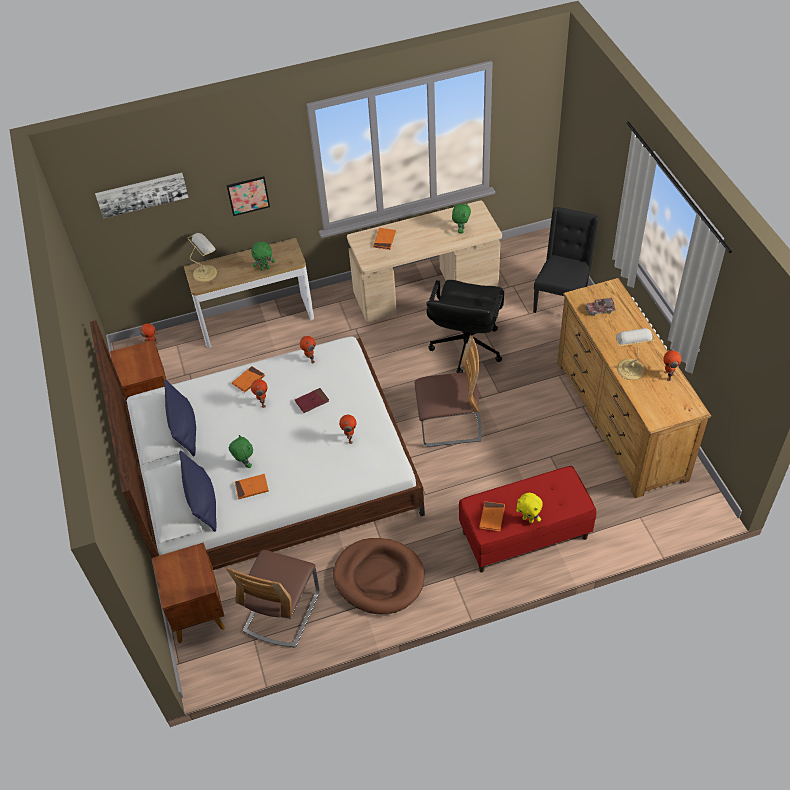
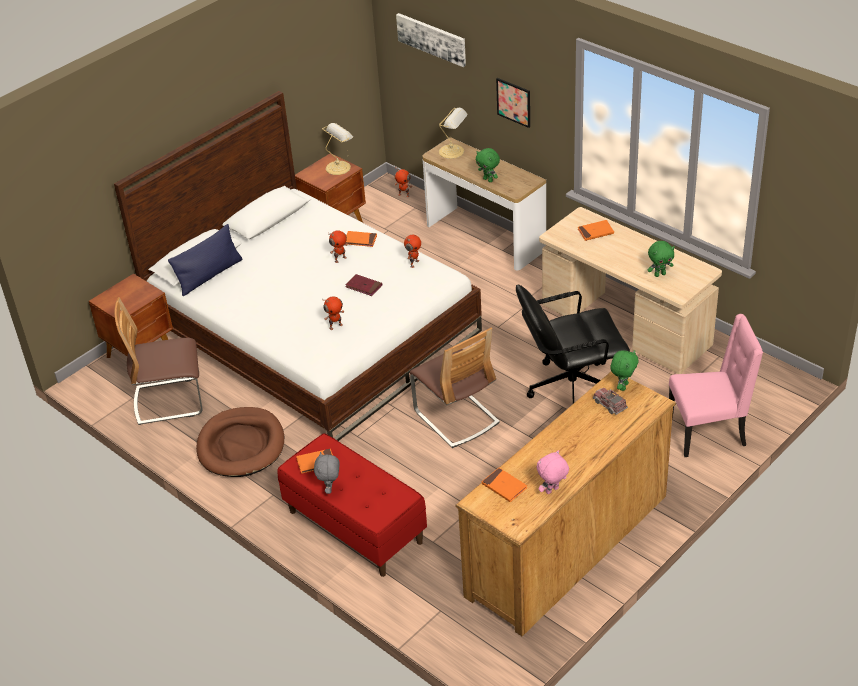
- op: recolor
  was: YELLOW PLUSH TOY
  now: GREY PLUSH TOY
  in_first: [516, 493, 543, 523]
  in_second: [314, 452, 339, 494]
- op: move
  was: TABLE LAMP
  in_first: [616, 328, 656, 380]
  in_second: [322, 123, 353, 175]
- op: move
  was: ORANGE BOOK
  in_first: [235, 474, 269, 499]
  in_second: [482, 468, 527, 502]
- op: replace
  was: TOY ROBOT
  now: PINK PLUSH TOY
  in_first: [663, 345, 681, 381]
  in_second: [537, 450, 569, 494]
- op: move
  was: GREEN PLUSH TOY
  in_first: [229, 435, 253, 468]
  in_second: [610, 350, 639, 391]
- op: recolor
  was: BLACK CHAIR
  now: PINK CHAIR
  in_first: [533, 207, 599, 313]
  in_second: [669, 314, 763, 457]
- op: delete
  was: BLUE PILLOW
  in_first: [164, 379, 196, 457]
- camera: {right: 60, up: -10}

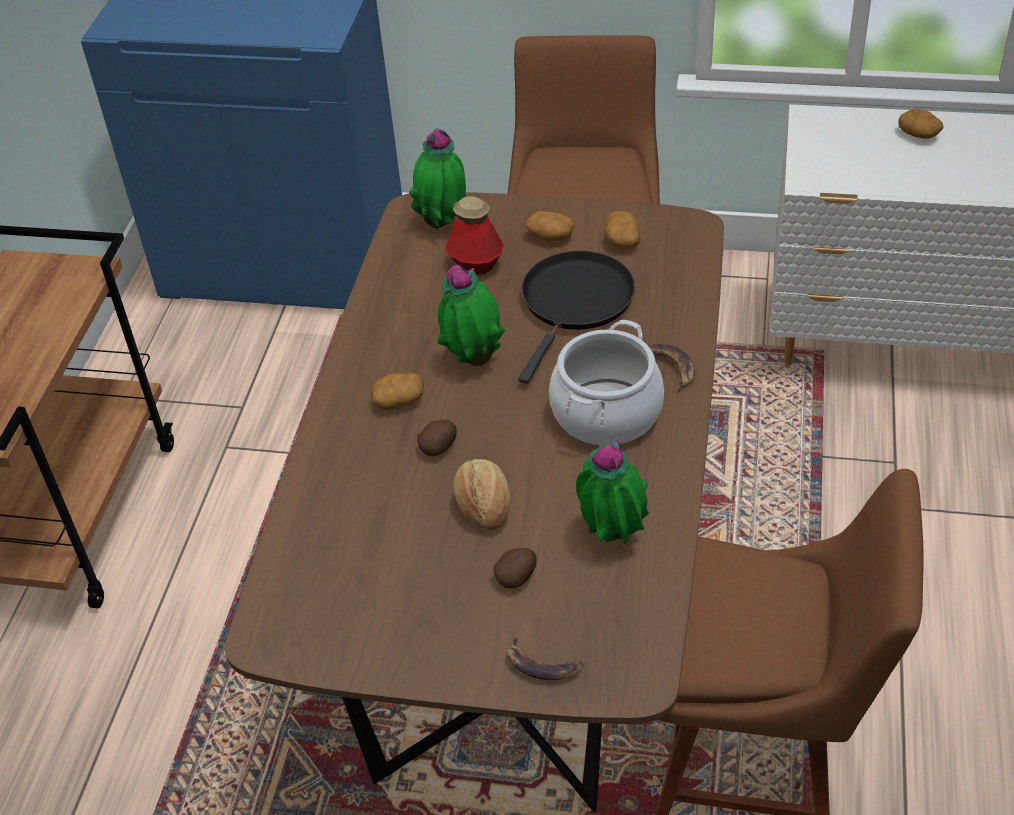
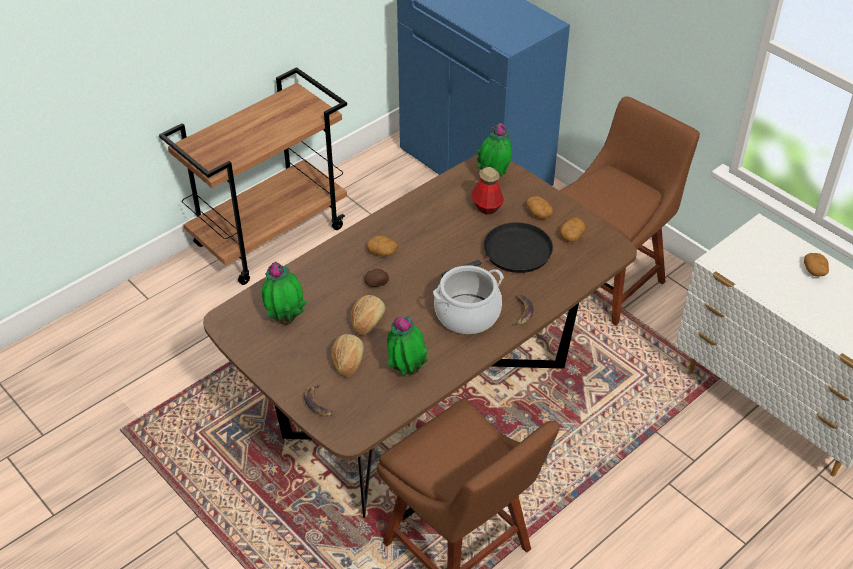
- op: move
  was: POTTED PLANT
  in_first: [437, 265, 505, 366]
  in_second: [262, 262, 307, 325]
- op: replace
  was: POTATO
  now: BREAD
  in_first: [493, 548, 537, 589]
  in_second: [331, 334, 364, 377]
- camera: {right: 35, up: 0}

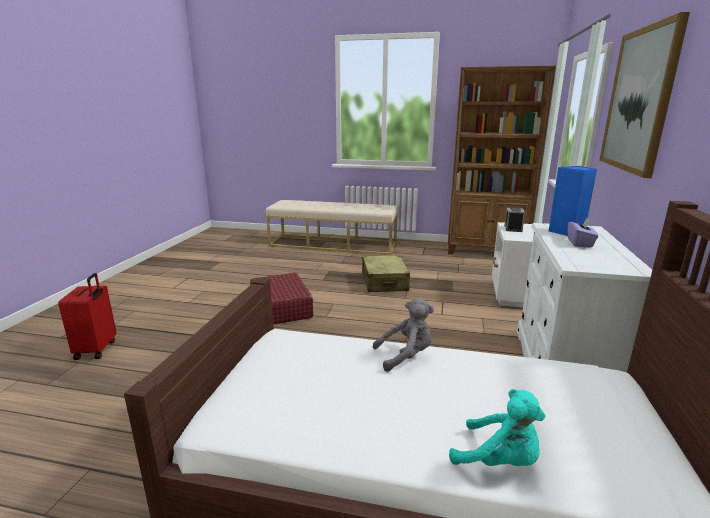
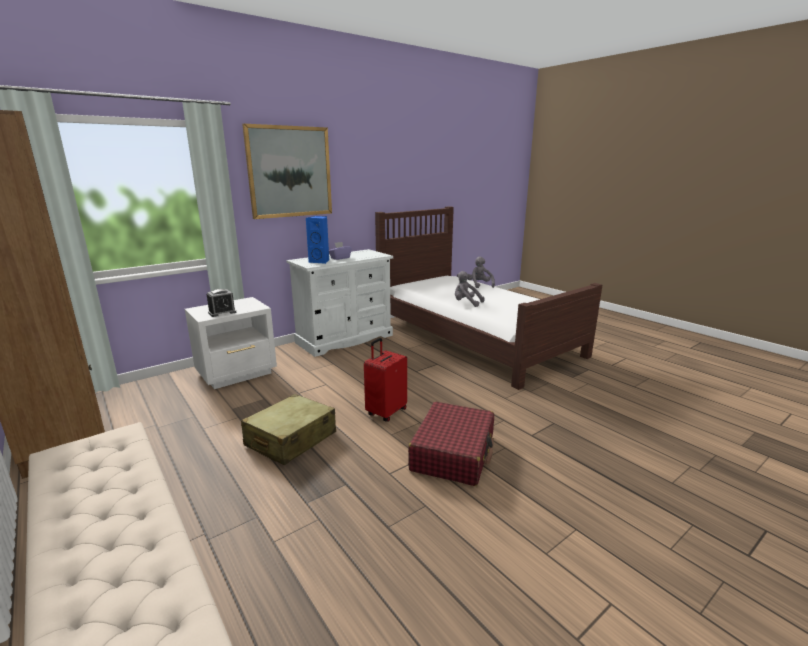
- op: move
  was: RED SUITCASE
  in_first: [58, 273, 116, 360]
  in_second: [364, 338, 407, 422]
- op: recolor
  was: TURQUOISE PLUSH TOY
  now: GREY PLUSH TOY
  in_first: [449, 389, 545, 466]
  in_second: [467, 256, 495, 288]
- camera: {right: -140, up: 0}

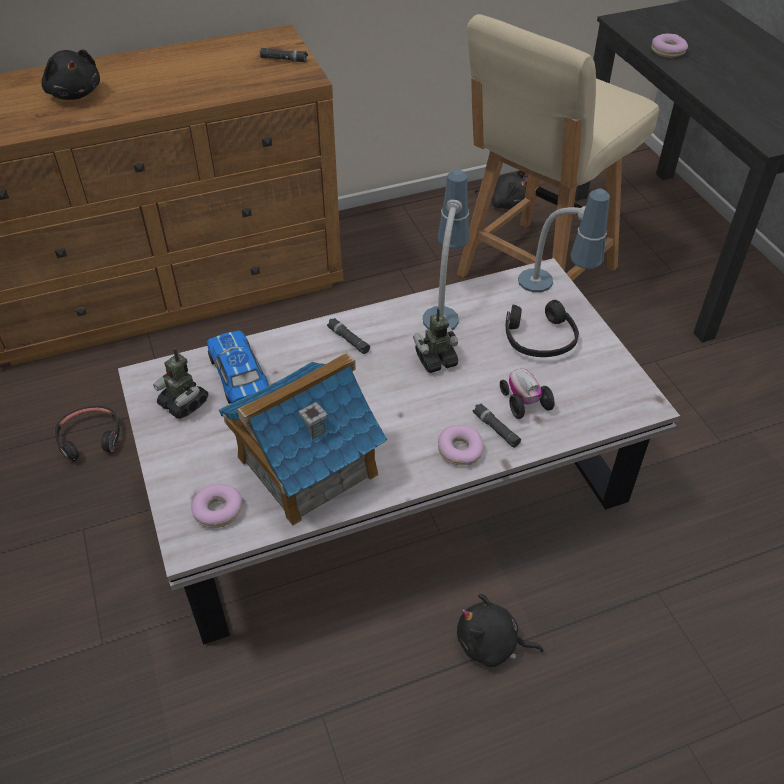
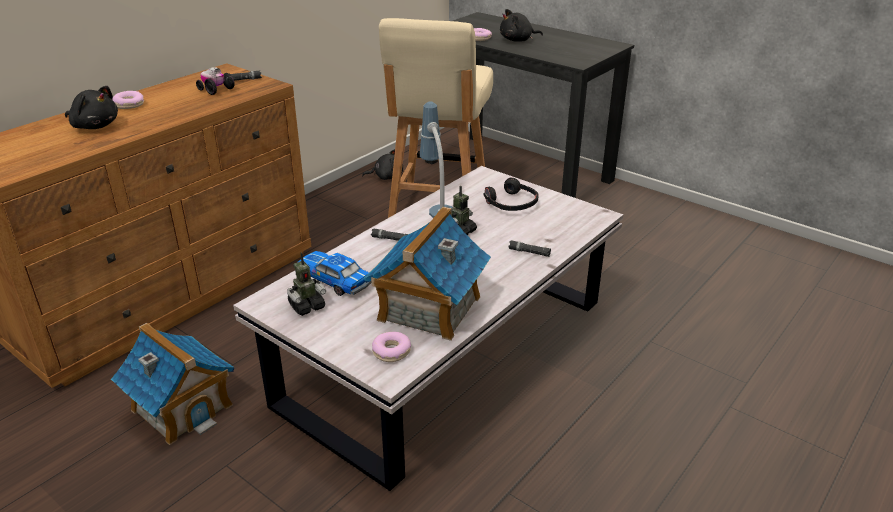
- op: replace
  was: BLACK HEADPHONES
  now: TOY HOUSE
  in_first: [55, 406, 120, 463]
  in_second: [111, 323, 235, 445]
- op: move
  was: DONUT
  in_first: [438, 425, 484, 465]
  in_second: [113, 91, 144, 109]
- op: move
  was: TOY CAR
  in_first: [500, 369, 555, 419]
  in_second: [196, 67, 235, 95]
- op: rotate
  was: TOY ROBOT
  in_first: [153, 348, 208, 419]
  in_second: [287, 252, 326, 316]
  clockwise: -45
- op: move
  was: BLACK PLUSH TOY
  in_first: [457, 594, 544, 667]
  in_second: [500, 9, 543, 42]
- op: delete
  was: TABLE LAMP
  in_first: [518, 189, 610, 292]
- camera: {right: -30, up: -15}

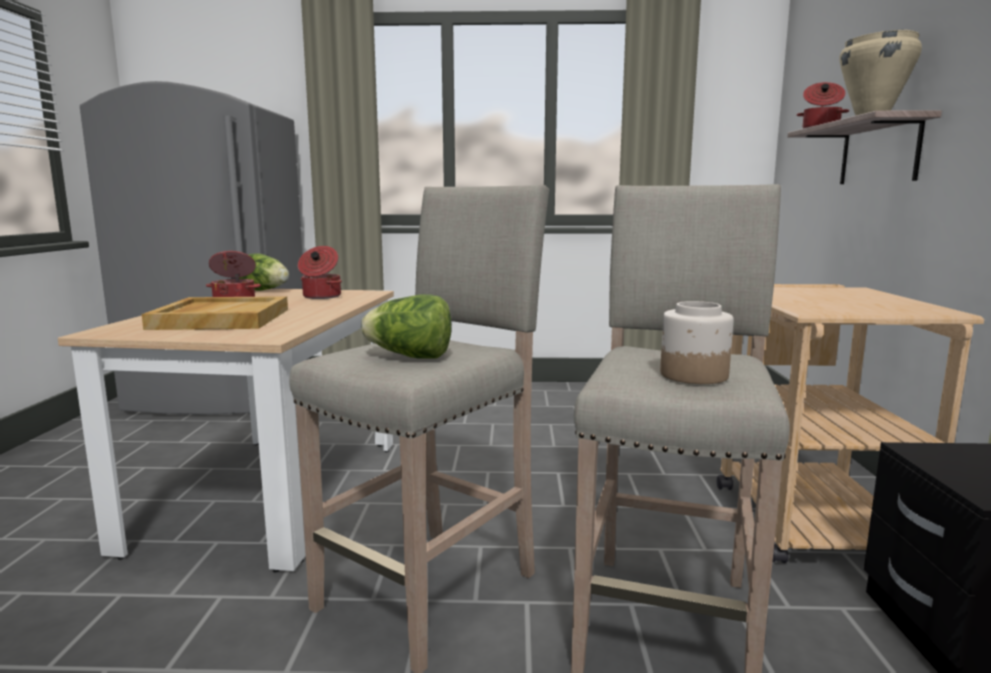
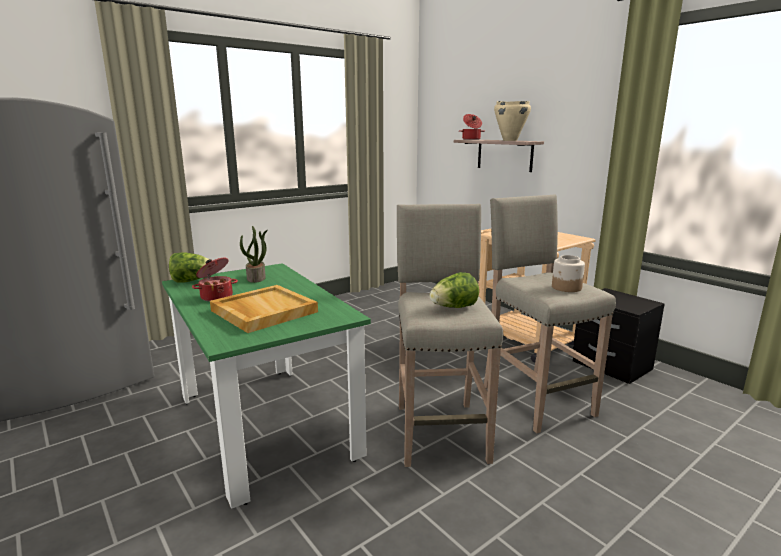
- op: recolor
  was: BEIGE DINING TABLE
  now: GREEN DINING TABLE
  in_first: [58, 288, 394, 572]
  in_second: [162, 263, 371, 509]
- op: replace
  was: COOKING POT
  now: POTTED PLANT
  in_first: [298, 246, 342, 299]
  in_second: [240, 226, 268, 283]
- camera: {right: -40, up: 5}

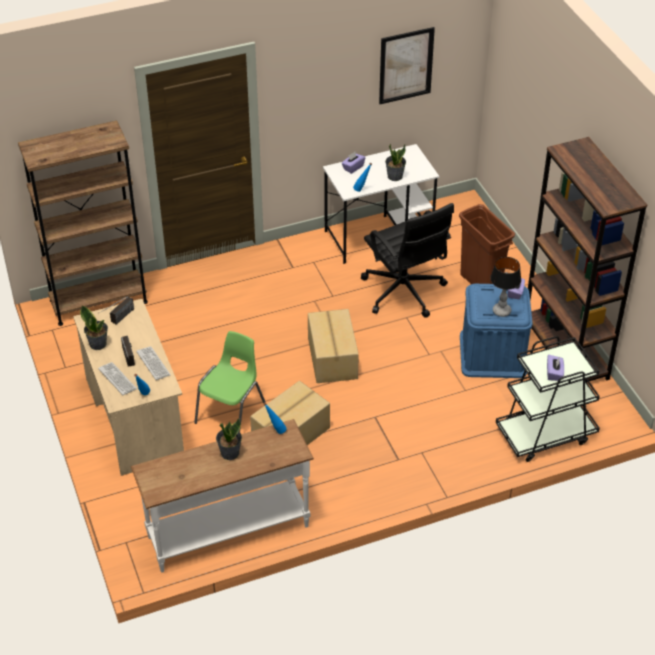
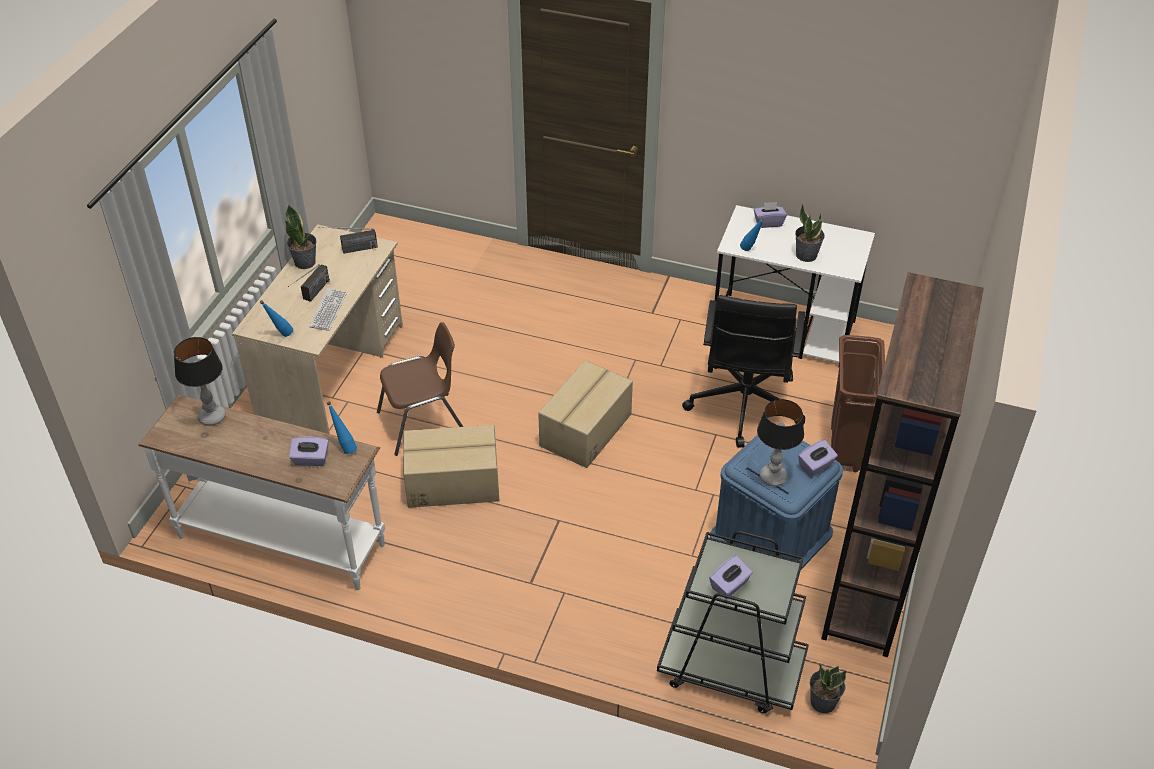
- op: insert
  now: TABLE LAMP
  in_second: [174, 337, 226, 426]
- op: insert
  now: PURPLE TISSUE BOX
  in_second: [289, 437, 329, 466]
- op: recolor
  was: GREEN CHAIR
  now: BROWN CHAIR
  in_first: [194, 331, 265, 432]
  in_second: [377, 322, 463, 456]
- op: move
  was: POTTED PLANT
  in_first: [216, 418, 242, 460]
  in_second: [810, 664, 847, 713]
- op: delete
  was: BROWN BOOKCASE
  in_first: [18, 121, 148, 326]
- op: delete
  was: KEYBOARD
  in_first: [98, 362, 137, 395]
- op: delete
  was: PICTURE
  in_first: [379, 27, 435, 104]
- camera: {right: 40, up: 0}

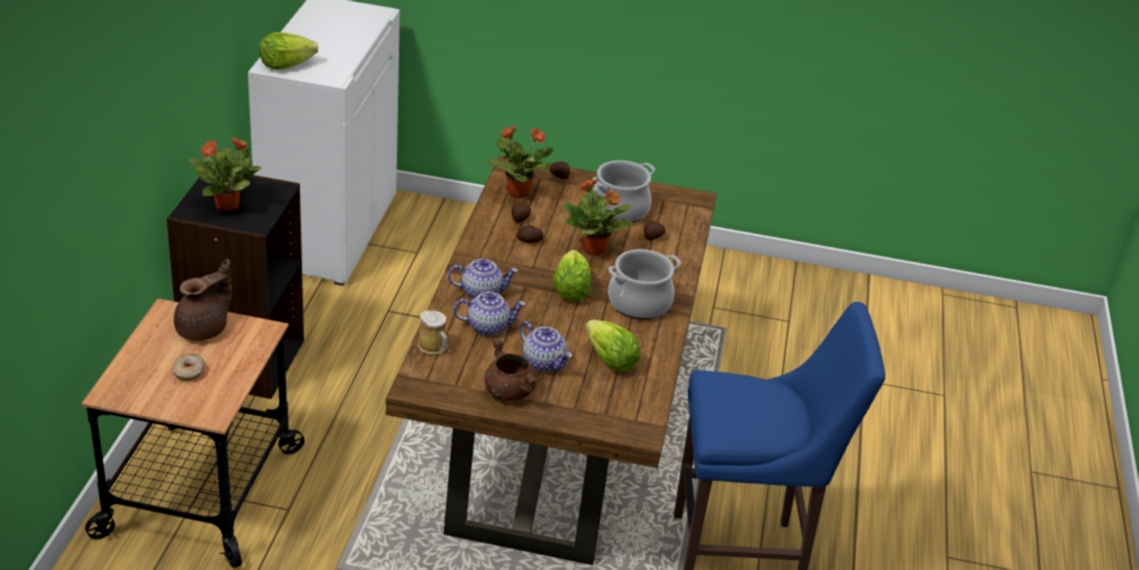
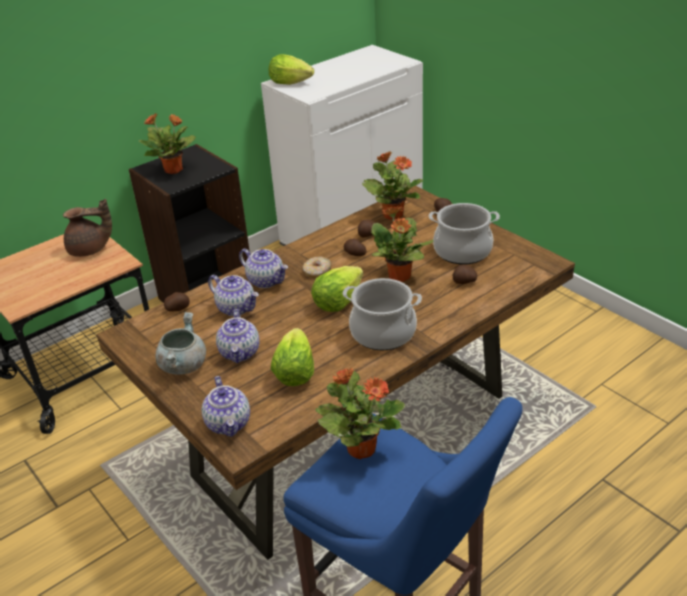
- op: recolor
  was: BROWN COOKING POT
  now: GREY COOKING POT
  in_first: [485, 337, 537, 401]
  in_second: [156, 312, 206, 374]
- op: replace
  was: MUG
  now: POTATO
  in_first: [418, 311, 448, 355]
  in_second: [164, 292, 190, 312]
- op: insert
  now: TEAPOT
  in_second: [202, 376, 250, 437]
- op: move
  was: DONUT
  in_first: [171, 354, 205, 381]
  in_second: [303, 257, 332, 278]
- op: insert
  now: POTTED PLANT
  in_second: [315, 367, 405, 459]
- camera: {right: 45, up: 0}

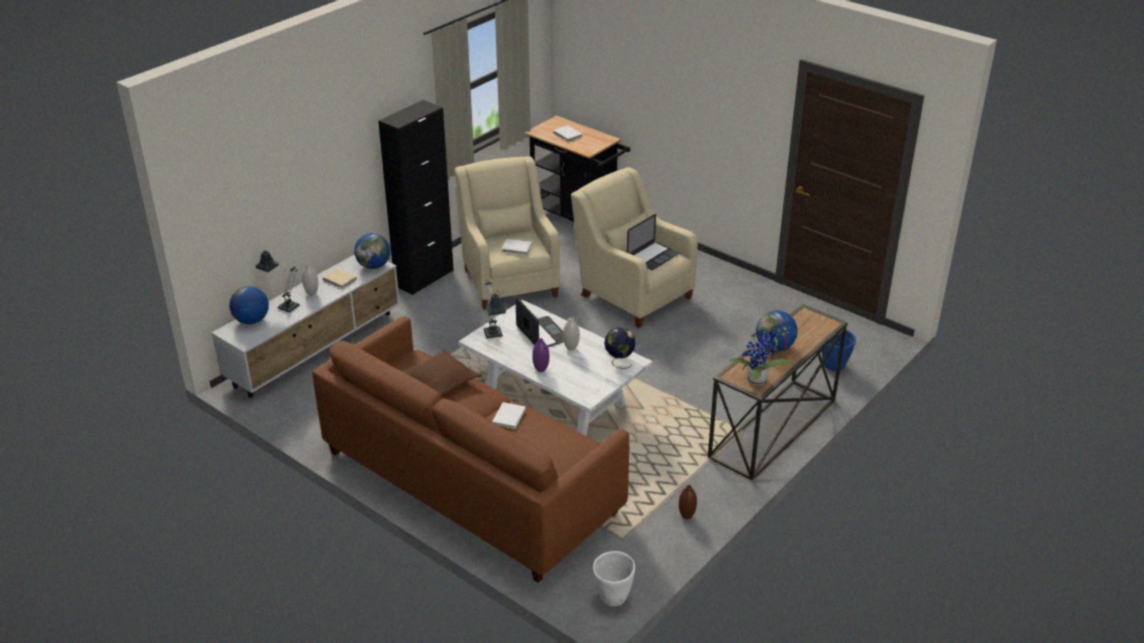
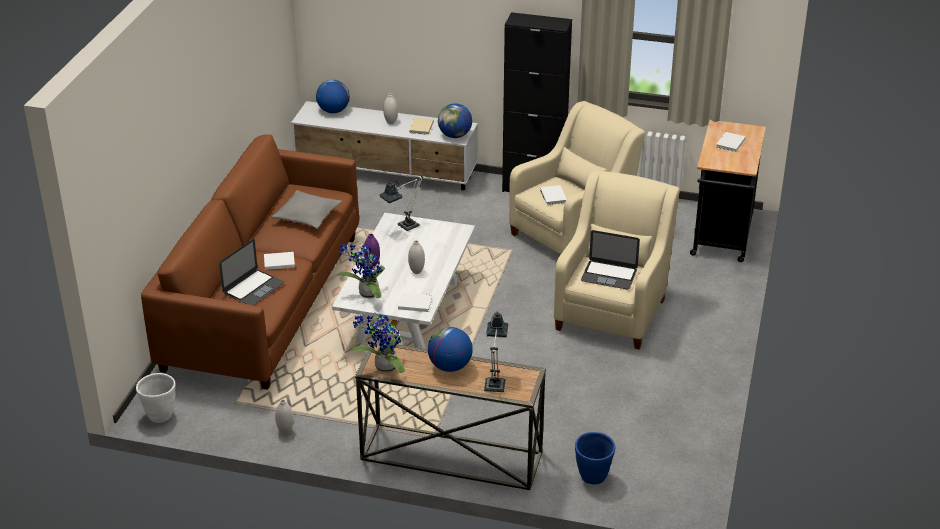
- op: move
  was: LAPTOP
  in_first: [515, 297, 564, 347]
  in_second: [219, 239, 285, 305]
- op: recolor
  was: BROWN PILLOW
  now: GREY PILLOW
  in_first: [402, 350, 481, 396]
  in_second: [271, 190, 342, 229]
- op: recolor
  was: BROWN VASE
  now: WHITE VASE
  in_first: [679, 485, 697, 519]
  in_second: [275, 400, 293, 434]
- op: insert
  now: POTTED PLANT
  in_second: [337, 243, 385, 299]
- op: replace
  was: GLOBE
  now: WHITE BOOK
  in_first: [604, 327, 636, 369]
  in_second: [398, 293, 432, 312]
- op: move
  was: TABLE LAMP
  in_first: [256, 250, 300, 313]
  in_second: [484, 312, 508, 392]
- camera: {right: 65, up: 0}

